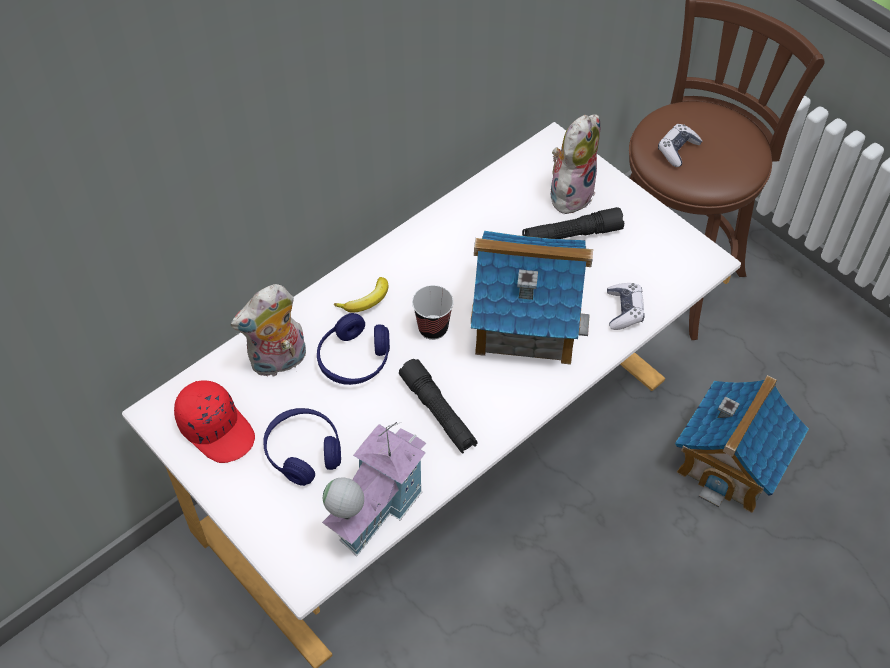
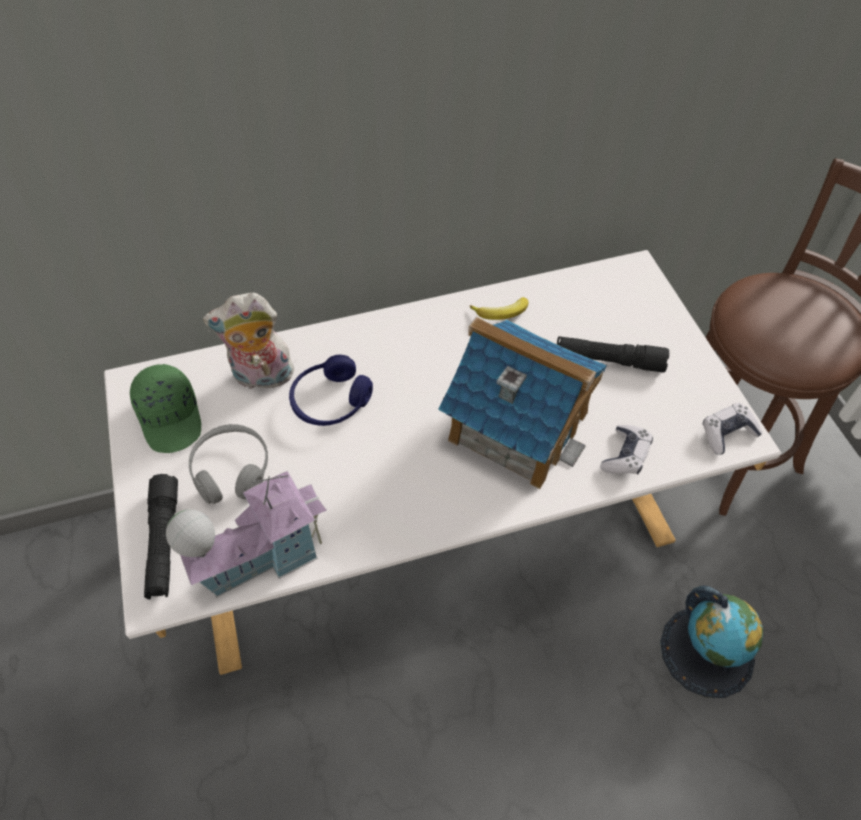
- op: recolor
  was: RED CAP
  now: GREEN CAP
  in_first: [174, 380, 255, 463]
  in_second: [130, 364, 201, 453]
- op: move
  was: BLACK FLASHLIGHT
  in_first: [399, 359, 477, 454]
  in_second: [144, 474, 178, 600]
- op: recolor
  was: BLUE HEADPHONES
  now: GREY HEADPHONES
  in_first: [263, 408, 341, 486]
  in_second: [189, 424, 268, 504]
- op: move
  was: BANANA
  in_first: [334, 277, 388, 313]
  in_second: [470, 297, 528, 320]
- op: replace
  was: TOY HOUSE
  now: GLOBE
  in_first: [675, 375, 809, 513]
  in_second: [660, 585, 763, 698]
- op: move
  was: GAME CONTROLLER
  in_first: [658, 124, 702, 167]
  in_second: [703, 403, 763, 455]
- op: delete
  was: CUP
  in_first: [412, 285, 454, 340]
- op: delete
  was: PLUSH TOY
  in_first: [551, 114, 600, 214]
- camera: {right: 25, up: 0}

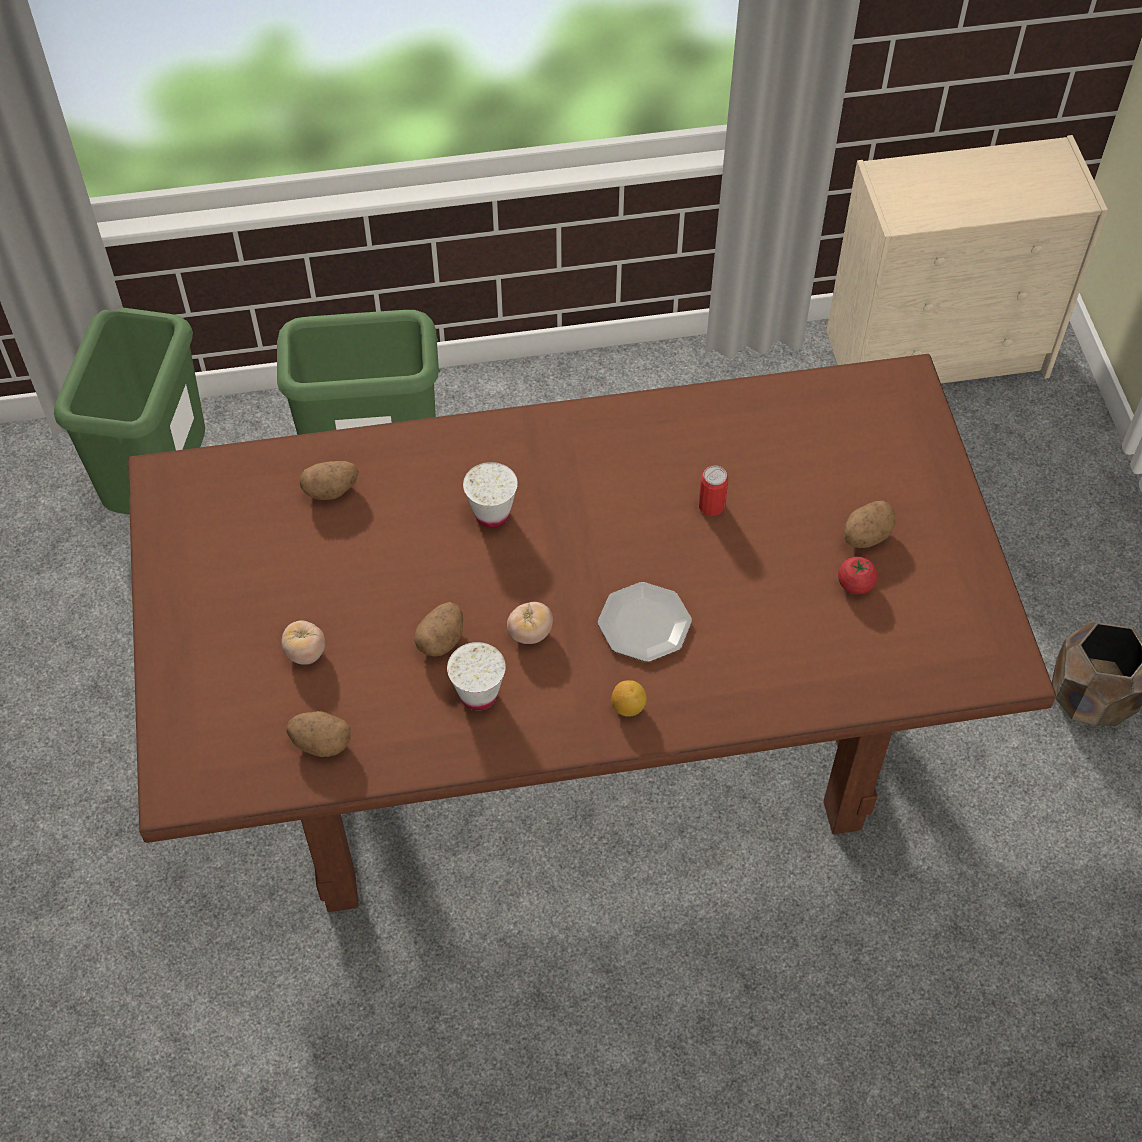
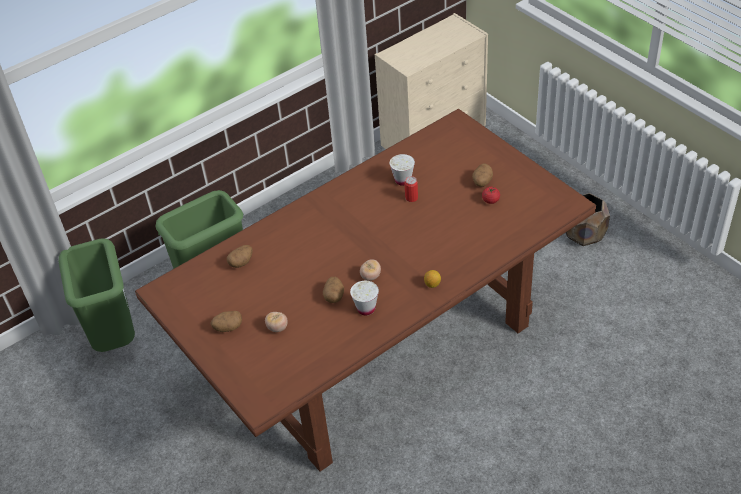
- op: move
  was: POTATO
  in_first: [286, 711, 351, 757]
  in_second: [210, 311, 242, 332]
- op: move
  was: WHITE CUP
  in_first: [463, 462, 518, 528]
  in_second: [390, 154, 415, 186]
- op: delete
  was: PLATE
  in_first: [598, 582, 692, 662]
- camera: {right: -25, up: -10}

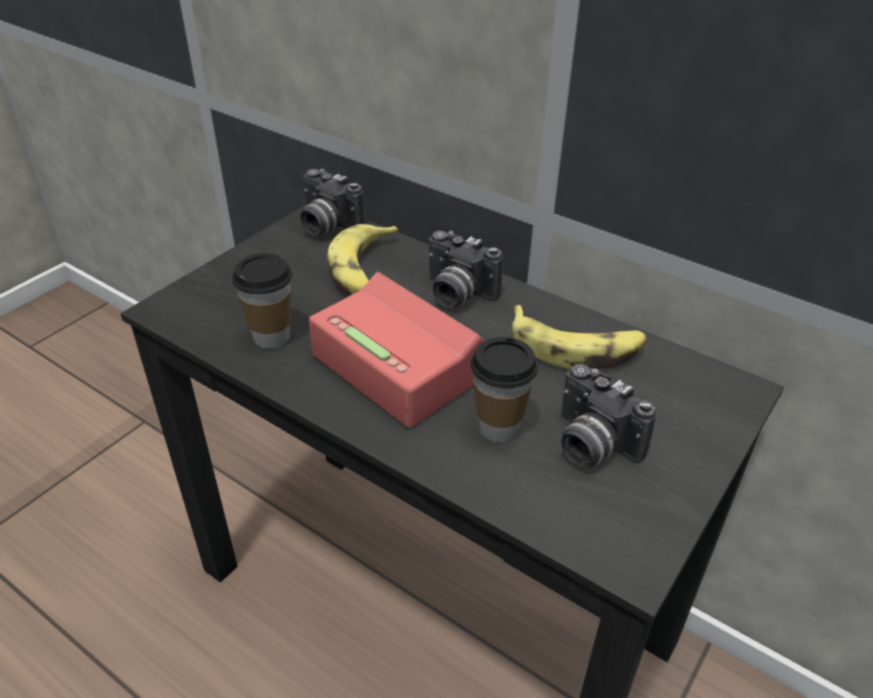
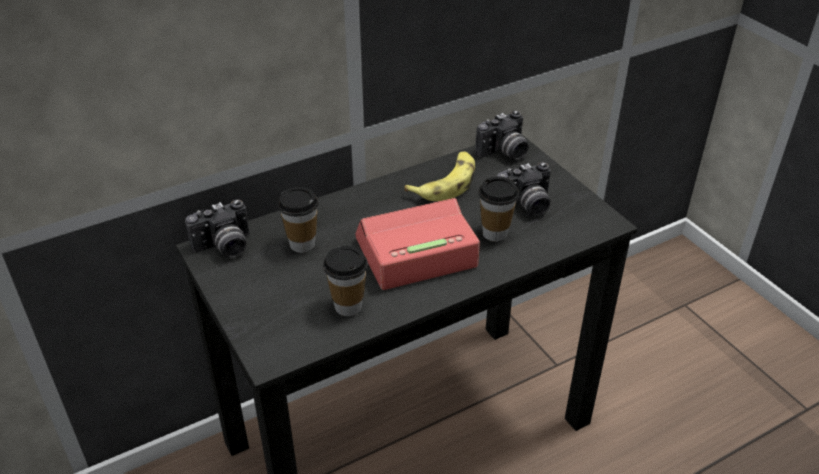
- op: replace
  was: BANANA
  now: CUP
  in_first: [327, 224, 399, 296]
  in_second: [277, 187, 319, 253]
- op: move
  was: PHOTO CAMERA
  in_first: [429, 231, 503, 308]
  in_second: [475, 110, 529, 160]
- camera: {right: -65, up: 0}

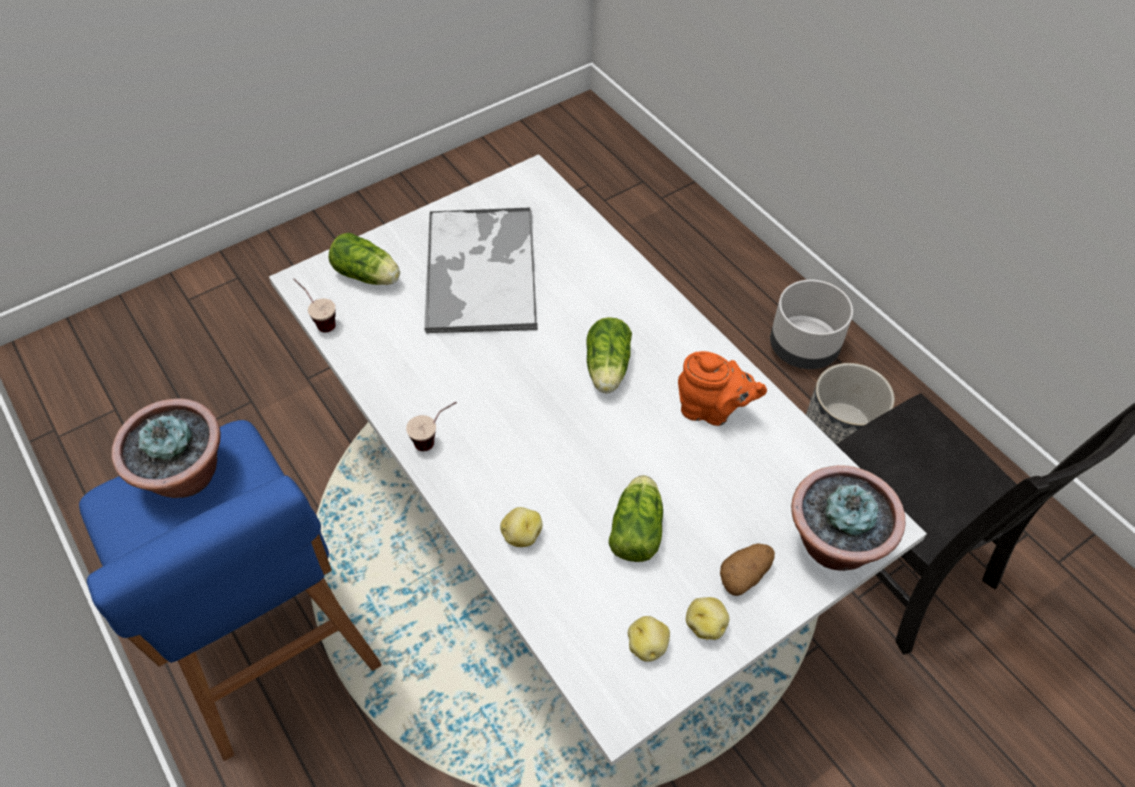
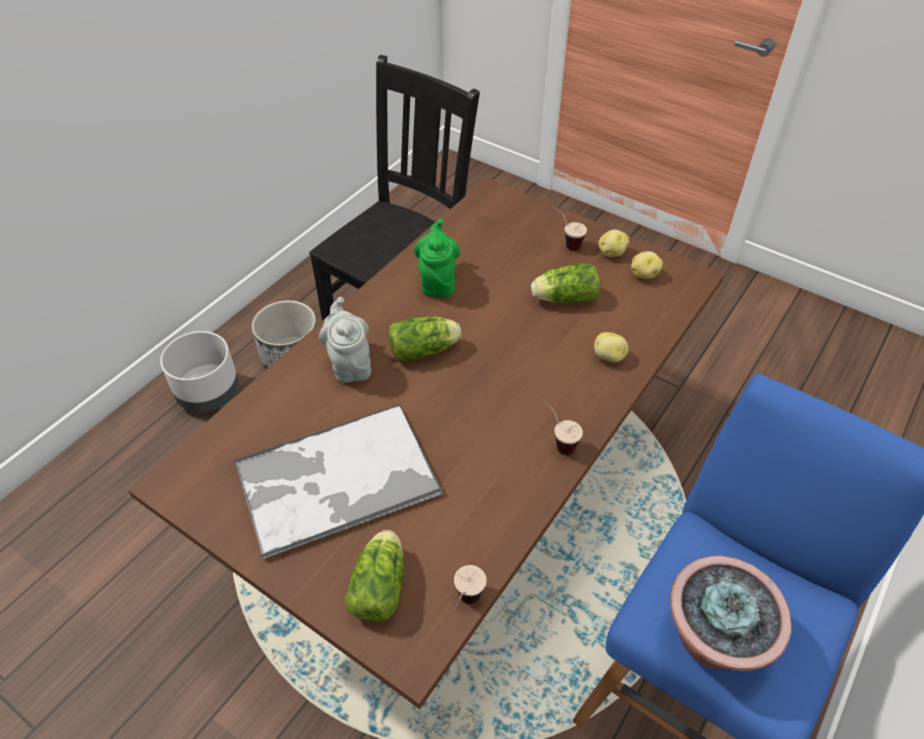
- op: recolor
  was: WHITE DINING TABLE
  now: BROWN DINING TABLE
  in_first: [269, 154, 927, 766]
  in_second: [128, 178, 725, 709]
- op: insert
  now: GREY TEAPOT
  in_second: [319, 297, 371, 383]
- op: recolor
  was: ORANGE TEAPOT
  now: GREEN TEAPOT
  in_first: [678, 351, 767, 426]
  in_second: [414, 219, 460, 297]
- op: replace
  was: POTATO
  now: CUP
  in_first: [720, 543, 775, 596]
  in_second: [552, 206, 587, 251]
- op: delete
  was: POTTED PLANT
  in_first: [791, 465, 905, 571]
- camera: {right: -110, up: -5}

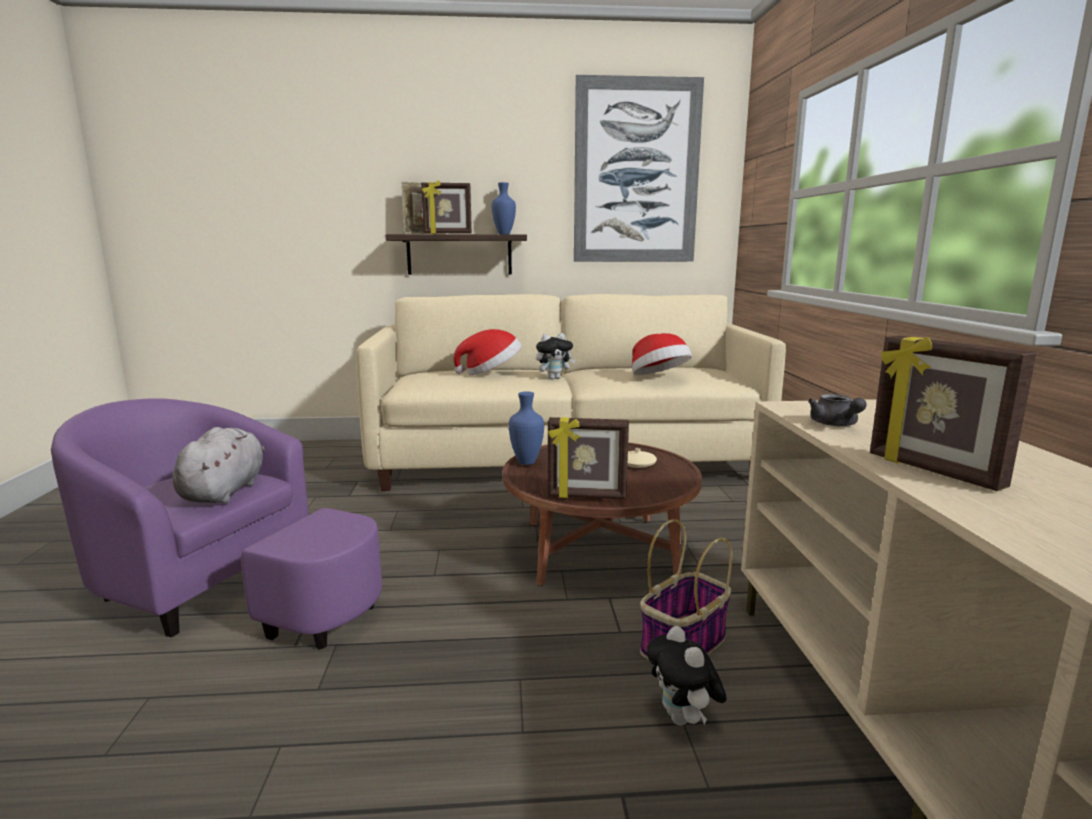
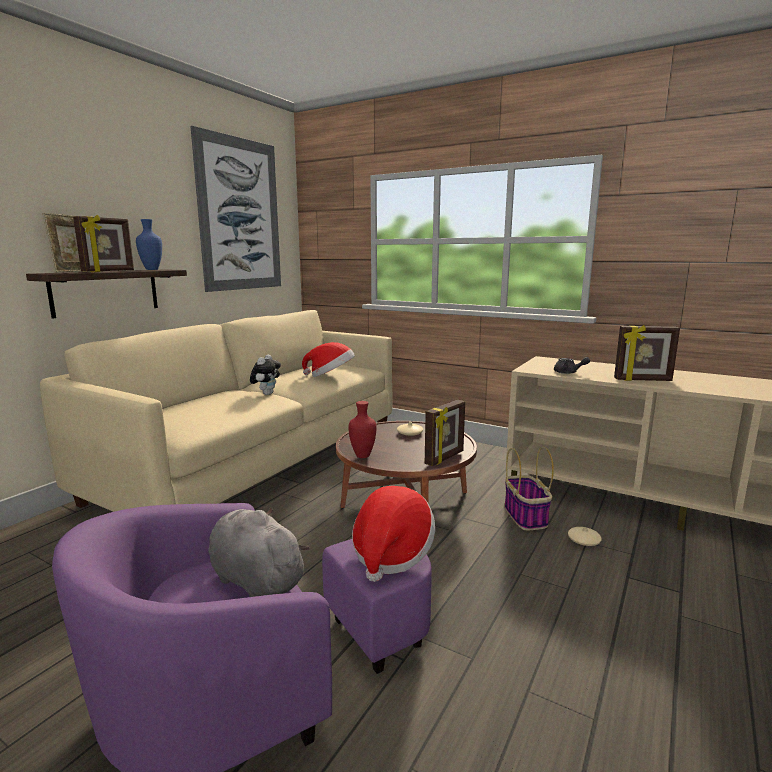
- op: recolor
  was: BLUE VASE
  now: RED VASE
  in_first: [509, 392, 544, 465]
  in_second: [348, 401, 377, 458]
- op: move
  was: HAT
  in_first: [453, 329, 522, 375]
  in_second: [352, 486, 435, 582]
- op: replace
  was: PLUSH TOY
  now: BEIGE VASE
  in_first: [647, 626, 727, 725]
  in_second: [568, 527, 602, 546]
- camera: {right: -55, up: 0}

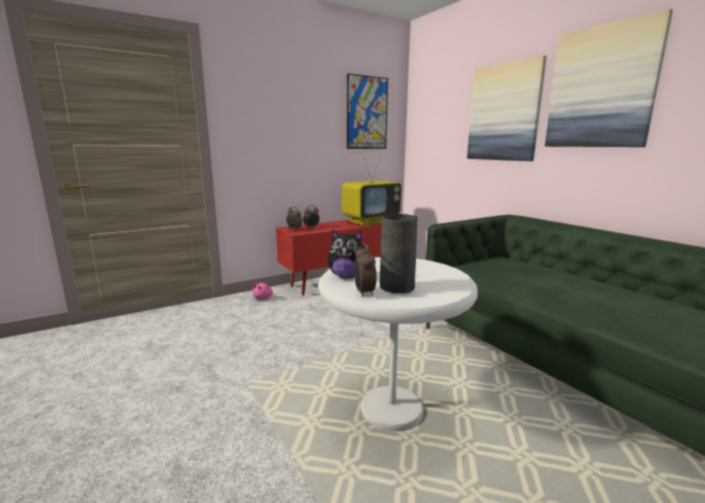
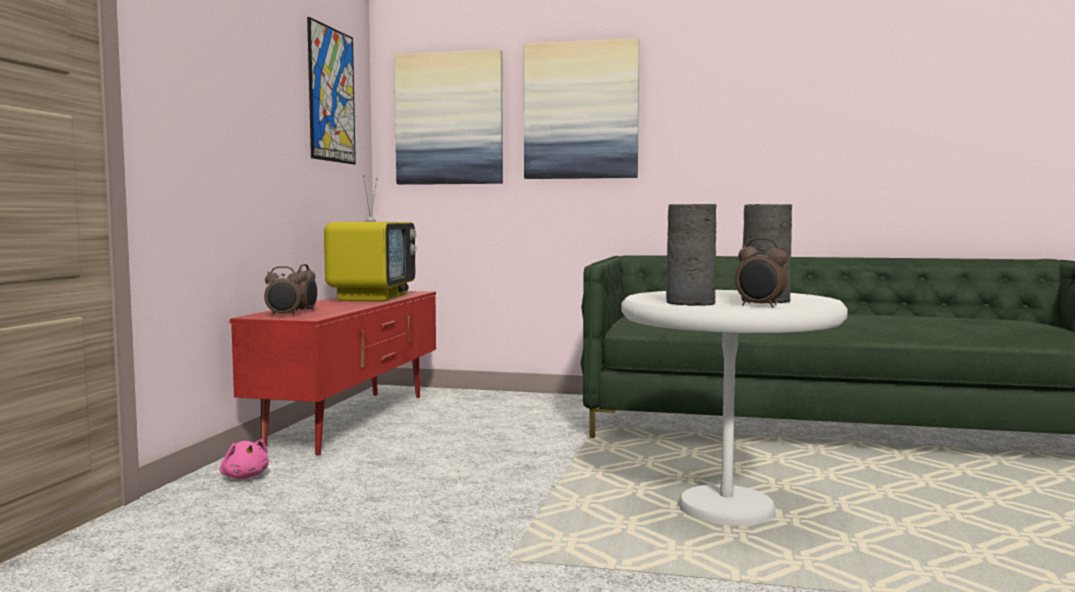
- op: move
  was: PICTURE
  in_first: [545, 8, 673, 147]
  in_second: [394, 49, 503, 185]
- op: replace
  was: PLUSH TOY
  now: GREY VASE
  in_first: [328, 230, 362, 279]
  in_second: [666, 204, 716, 306]
- camera: {right: -45, up: -10}

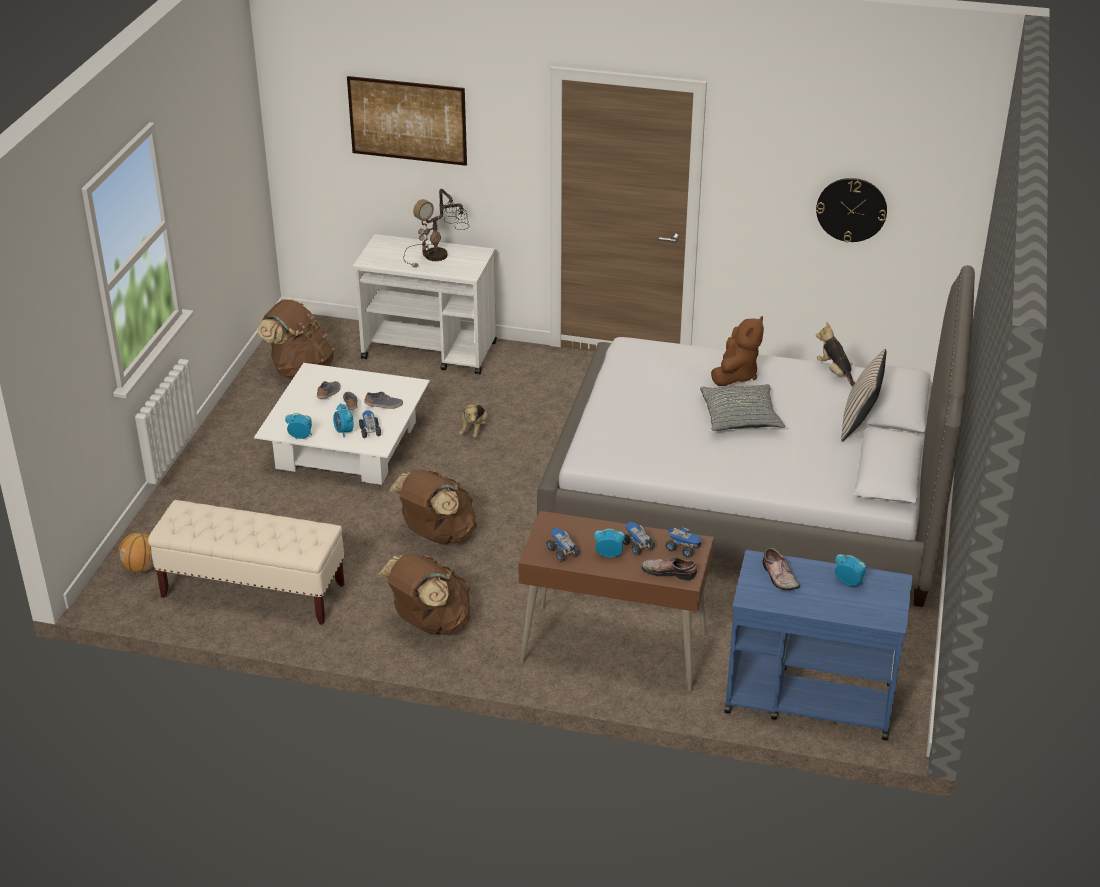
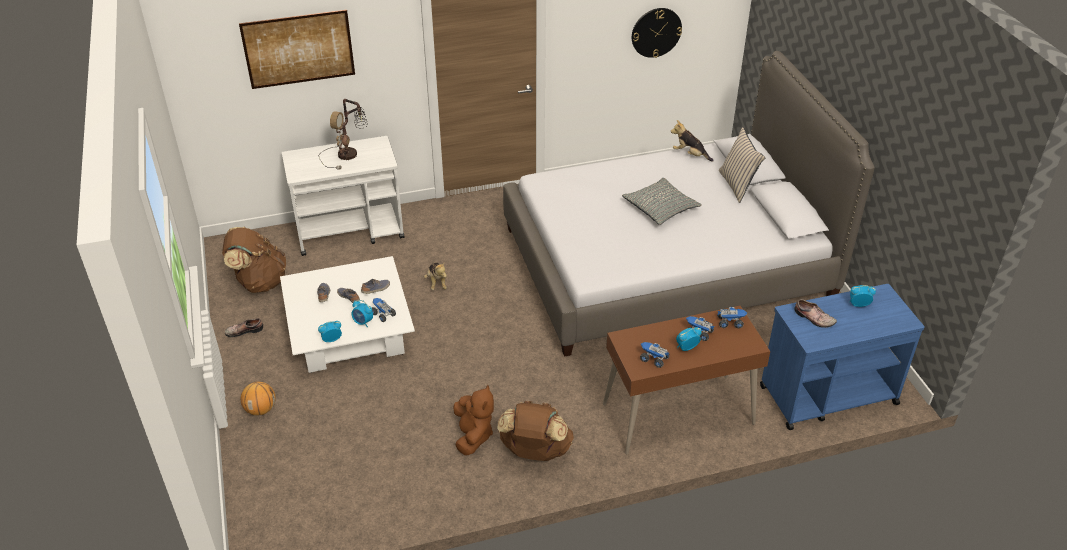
- op: move
  was: SHOE
  in_first: [642, 557, 697, 580]
  in_second: [225, 318, 263, 337]
- op: move
  was: BASKETBALL
  in_first: [118, 532, 154, 573]
  in_second: [241, 382, 276, 416]
- op: move
  was: BROWN PLUSH TOY
  in_first: [711, 316, 764, 386]
  in_second: [453, 385, 494, 456]
- op: delete
  was: BEIGE BENCH
  in_first: [148, 500, 345, 625]
- op: delete
  was: BROWN BACKPACK
  in_first: [389, 470, 477, 545]
- camera: {right: -30, up: 5}

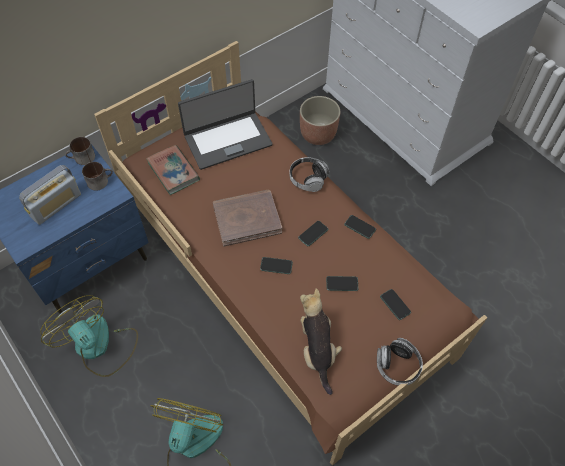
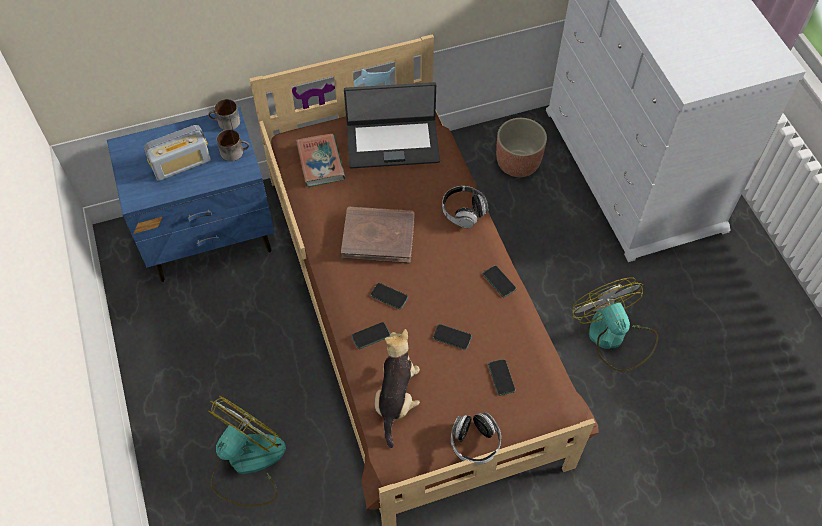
- op: move
  was: PHONE
  in_first: [298, 221, 328, 246]
  in_second: [352, 322, 390, 349]
- op: move
  was: FAN
  in_first: [40, 295, 138, 377]
  in_second: [572, 277, 658, 372]
- camera: {right: 20, up: 0}

